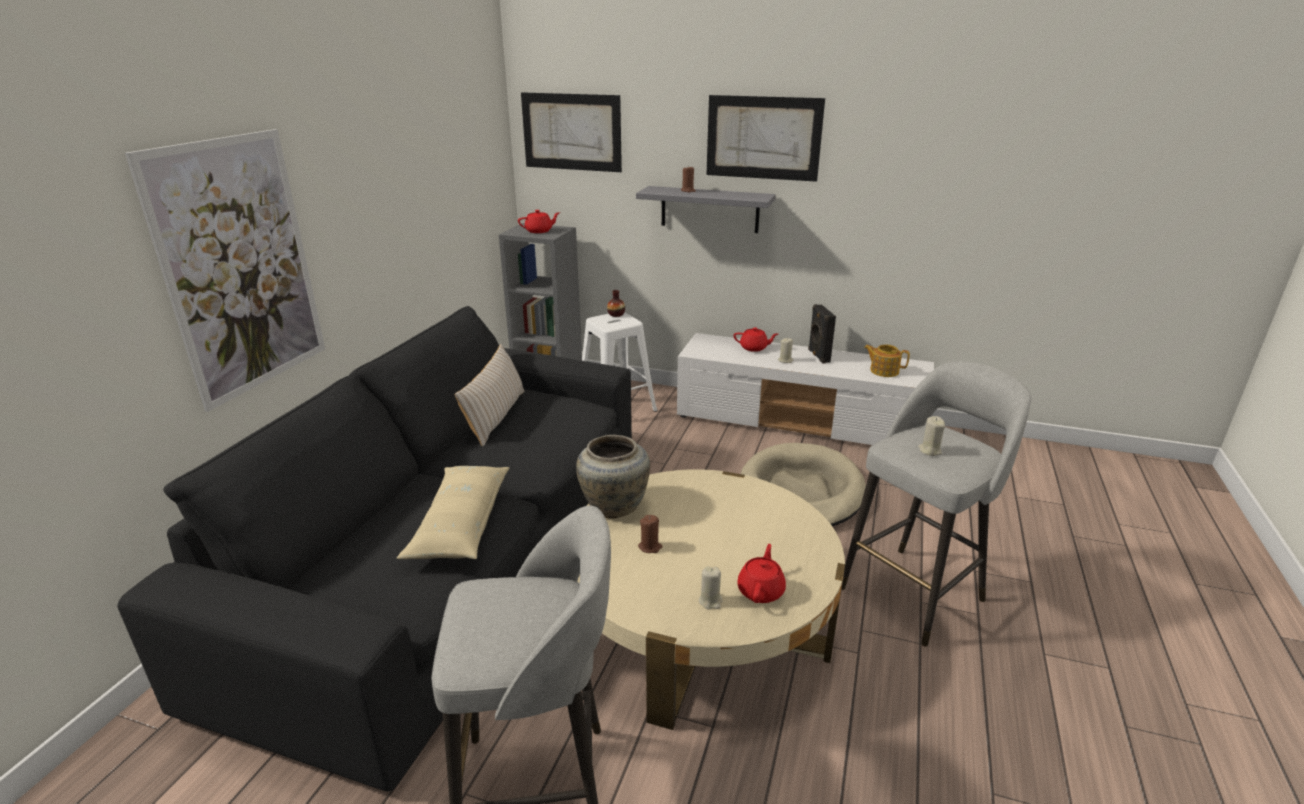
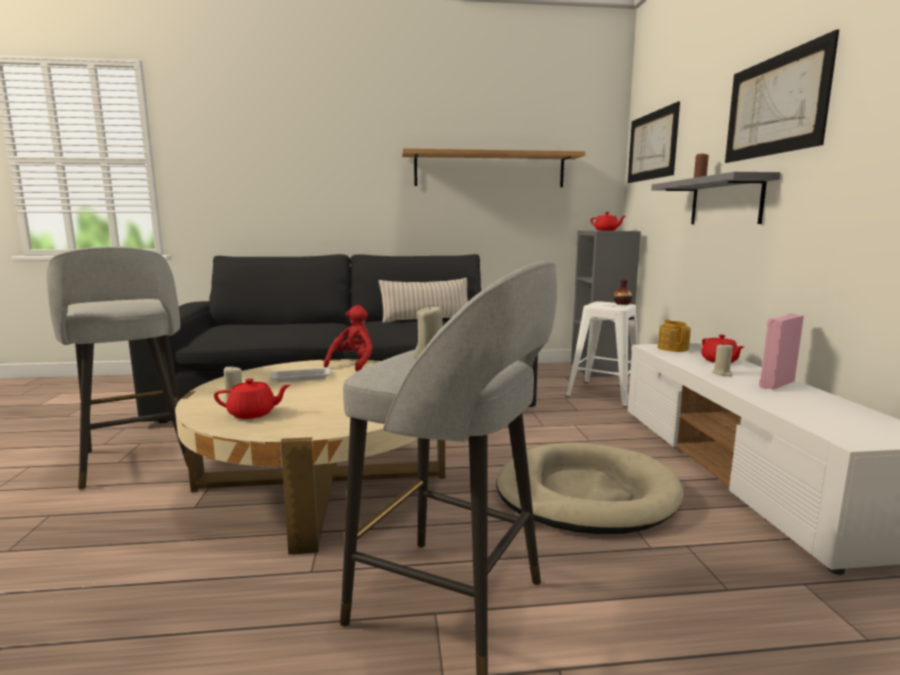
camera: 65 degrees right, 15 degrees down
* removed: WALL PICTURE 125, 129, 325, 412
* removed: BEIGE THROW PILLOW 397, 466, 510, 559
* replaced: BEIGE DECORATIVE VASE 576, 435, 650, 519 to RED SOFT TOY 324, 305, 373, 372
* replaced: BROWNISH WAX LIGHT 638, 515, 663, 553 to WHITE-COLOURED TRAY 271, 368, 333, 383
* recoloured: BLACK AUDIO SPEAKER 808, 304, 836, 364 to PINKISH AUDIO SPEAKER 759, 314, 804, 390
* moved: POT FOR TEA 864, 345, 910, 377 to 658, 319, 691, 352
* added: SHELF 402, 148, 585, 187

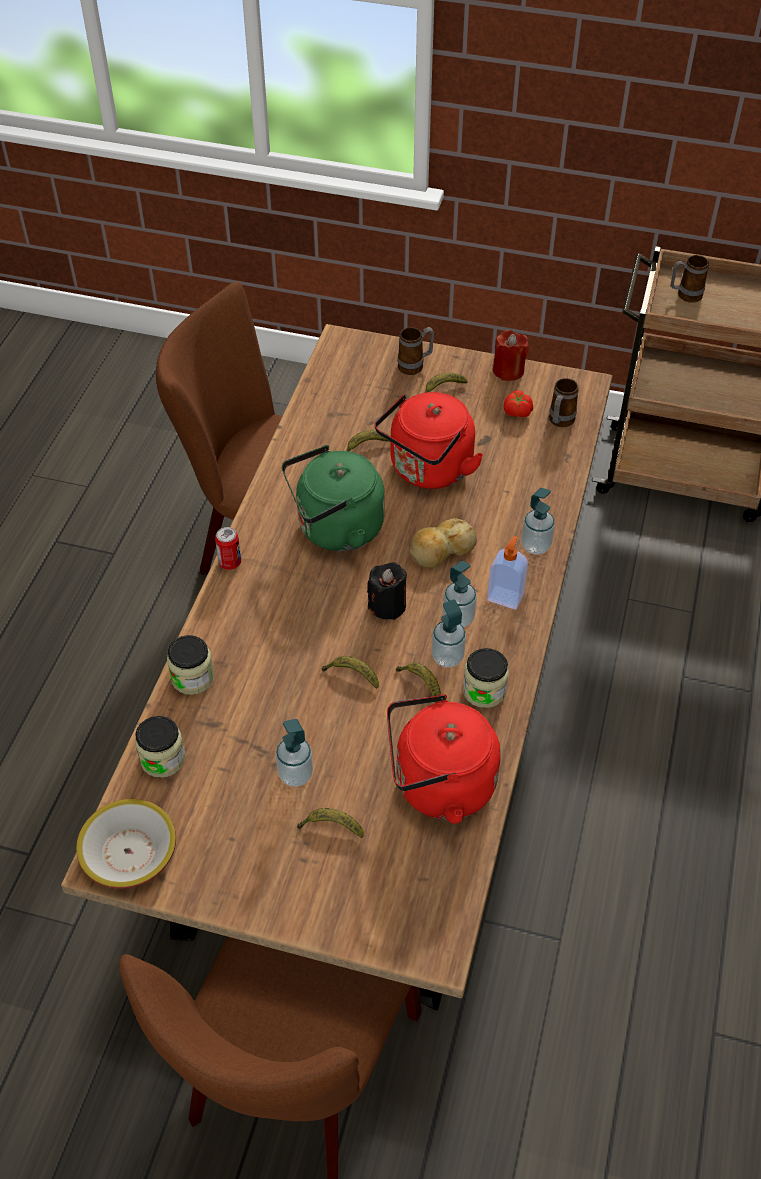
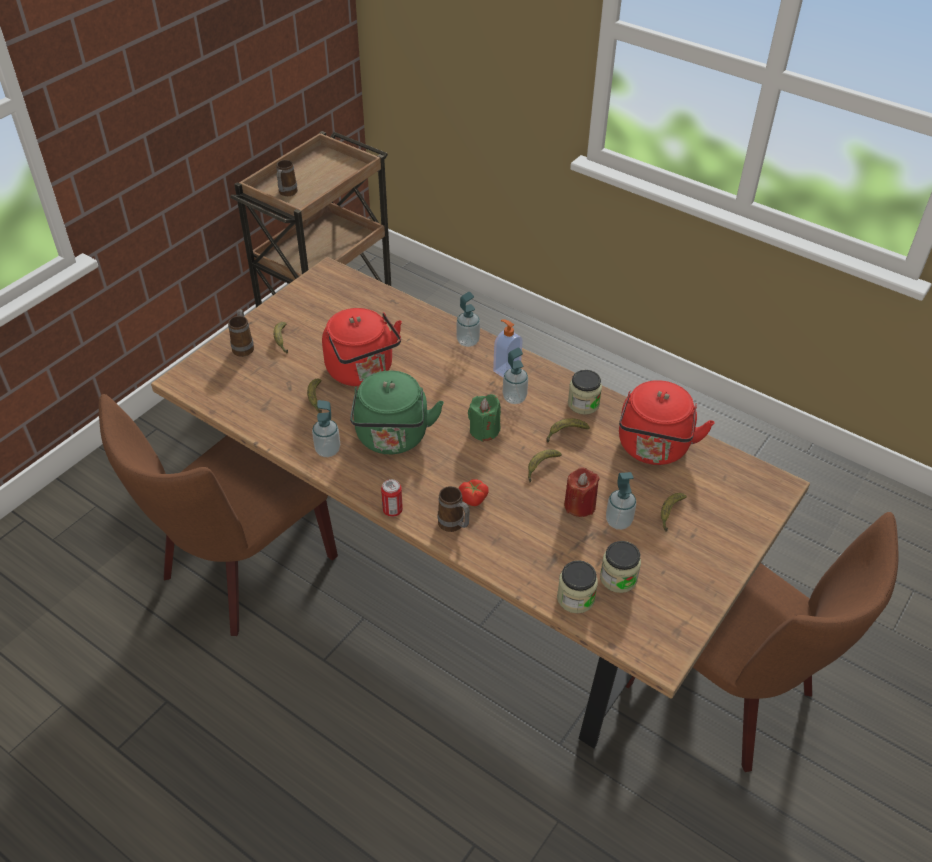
camera: 70 degrees left, 5 degrees down
* removed: SERVING BOWL 76, 799, 176, 889
* moved: STORAGE JAR 167, 635, 215, 695 to 600, 541, 641, 593
* recoloured: BLACK WAX LIGHT 367, 562, 407, 620 to GREEN-COLOURED WAX LIGHT 468, 394, 501, 442
* removed: BAKED BREAD 410, 518, 477, 568
* moved: SOAP BOTTLE 431, 600, 466, 668 to 312, 400, 340, 457
* moved: RED WAX LIGHT 493, 330, 529, 381 to 564, 467, 600, 517
* moved: FRESH TOMATO 504, 390, 533, 417 to 458, 479, 489, 506
* moved: TEA MUG 549, 378, 579, 427 to 438, 486, 470, 532

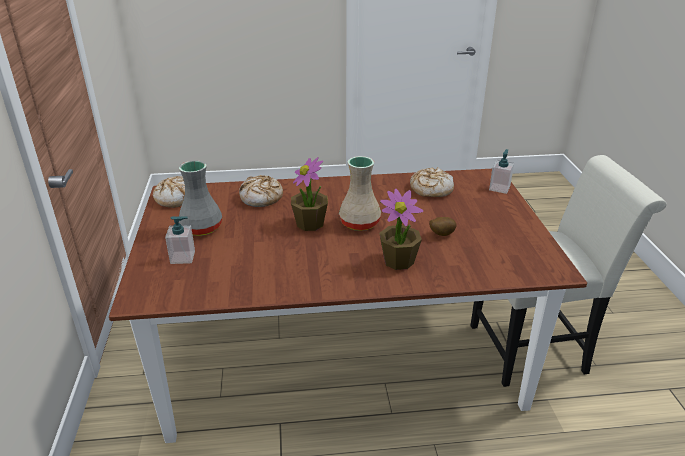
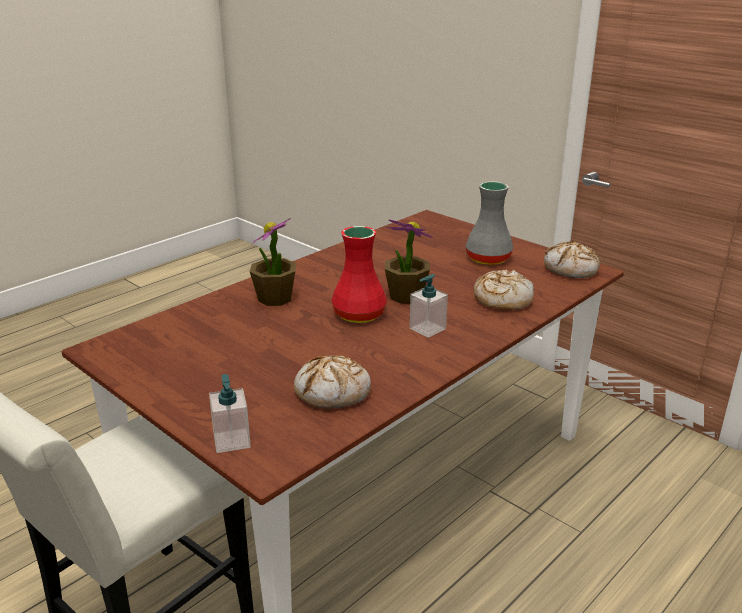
camera: 140 degrees right, 5 degrees down
* moved: SOAP BOTTLE 165, 216, 195, 264 to 410, 274, 448, 338
* recoloured: BEIGE DECORATIVE VASE 339, 156, 381, 231 to RED DECORATIVE VASE 331, 226, 387, 323
* removed: POTATO 430, 217, 457, 236

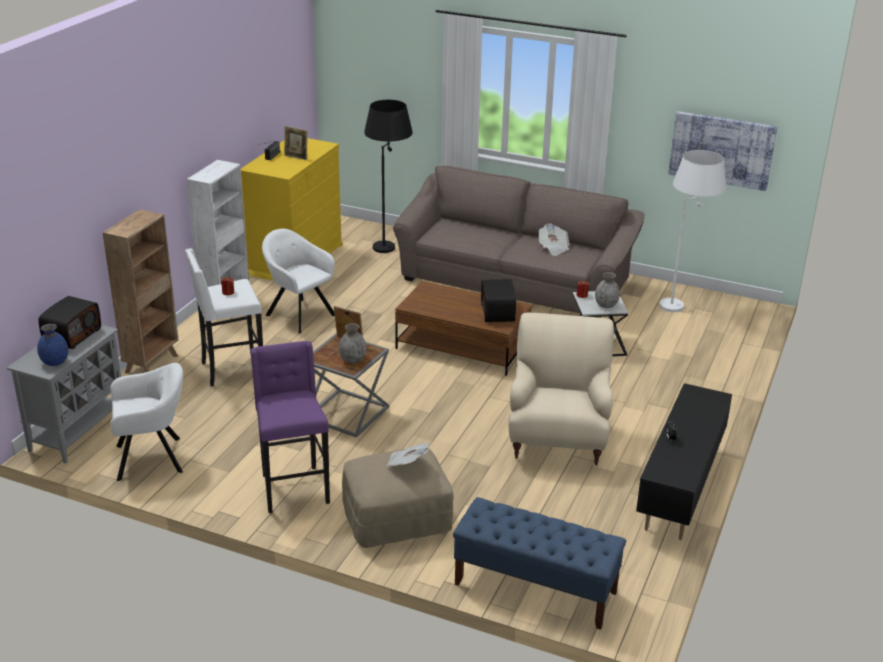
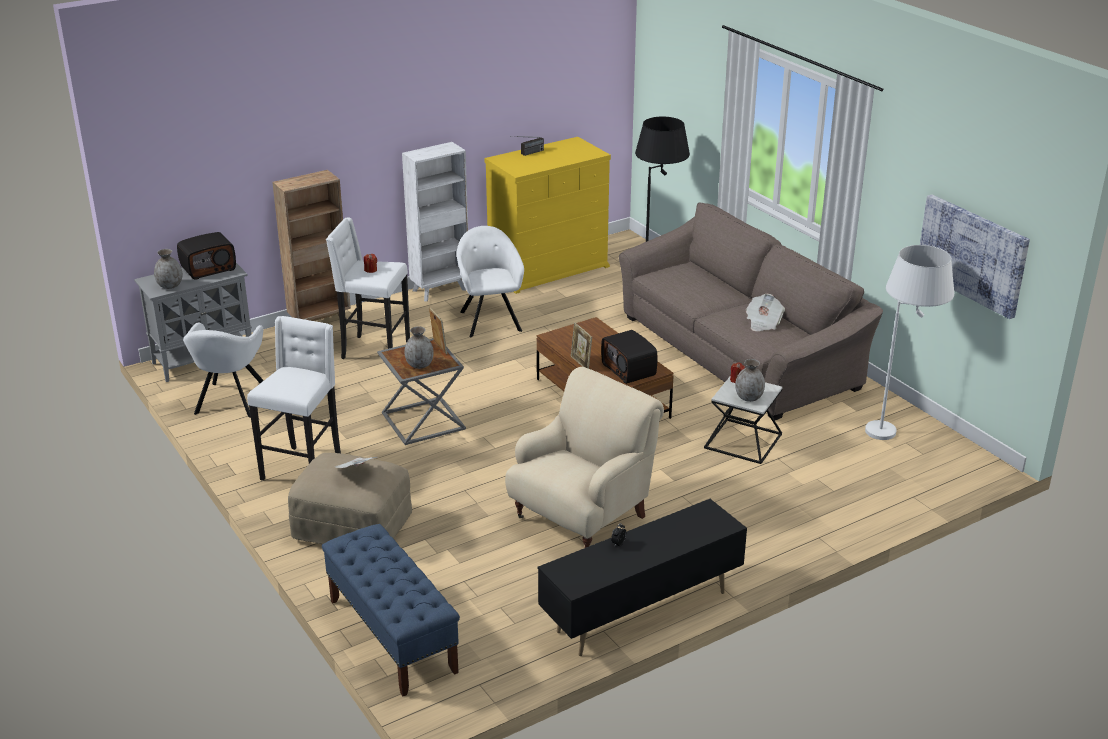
camera: 35 degrees right, 0 degrees up
* recoloured: BLUE DECORATIVE VASE 37, 324, 68, 366 to GREYISH DECORATIVE VASE 154, 249, 182, 289
* turned: WHITE-COLOURED LOUNGE CHAIR 110, 363, 183, 481 = 183, 323, 264, 418 75 degrees clockwise
* recoloured: PURPLE STOOL SEAT 250, 341, 330, 513 to WHITE-COLOURED STOOL SEAT 247, 316, 341, 481
* moved: STANDING FRAME 284, 126, 308, 160 to 571, 323, 592, 369
* turned: RADIO 481, 279, 516, 322 = 601, 330, 657, 384 60 degrees counterclockwise

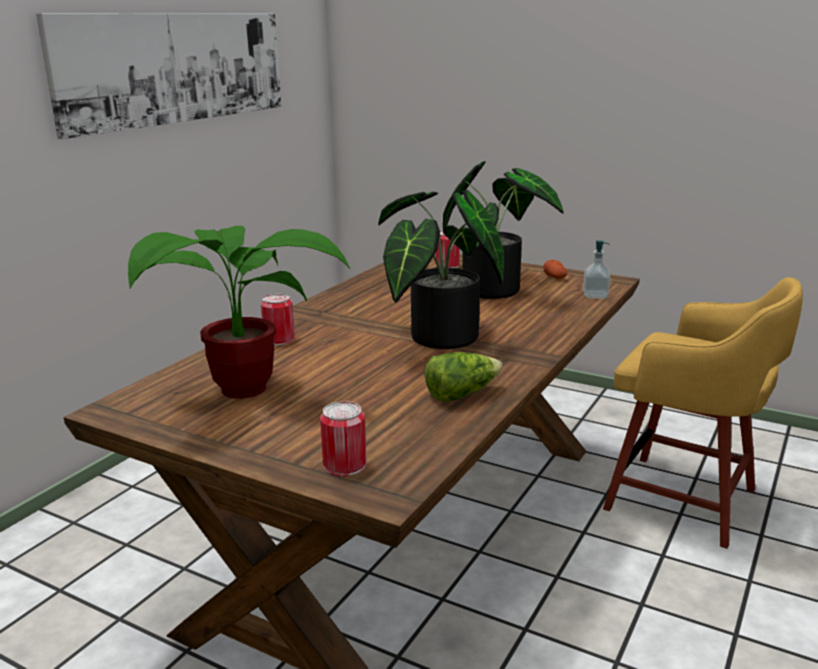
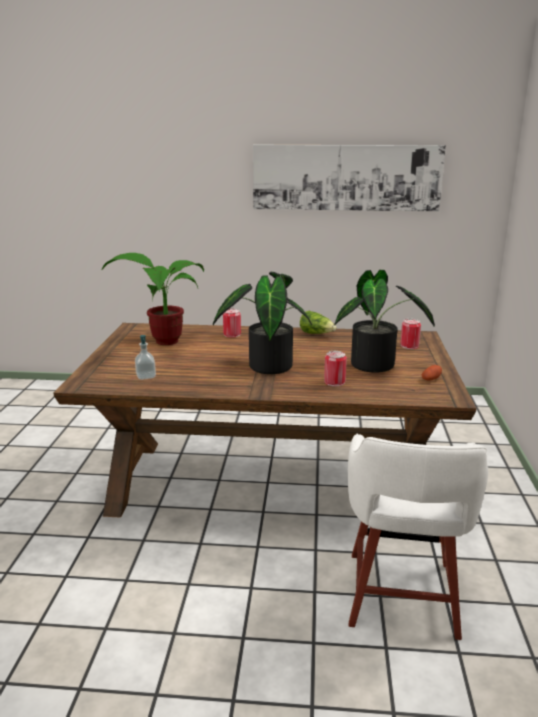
camera: 65 degrees right, 0 degrees up
* moved: SEALED CAN 320, 401, 367, 476 to 324, 351, 347, 386
* moved: LETTUCE 425, 352, 502, 402 to 300, 311, 337, 334
* moved: SOAP BOTTLE 583, 240, 610, 299 to 135, 335, 156, 380
* recoloured: YELLOW STOOL SEAT 603, 277, 803, 549 to WHITE-COLOURED STOOL SEAT 348, 434, 488, 640

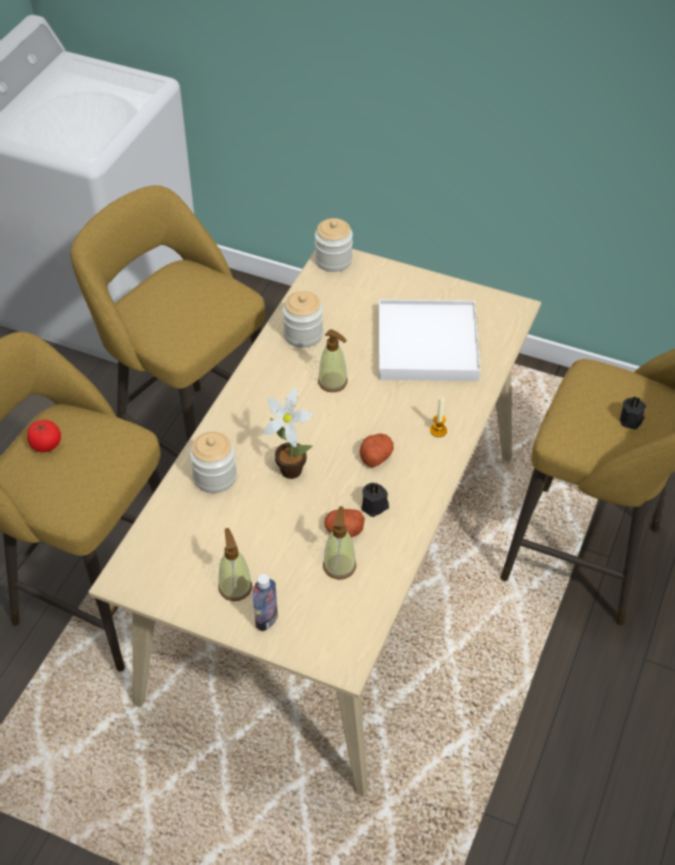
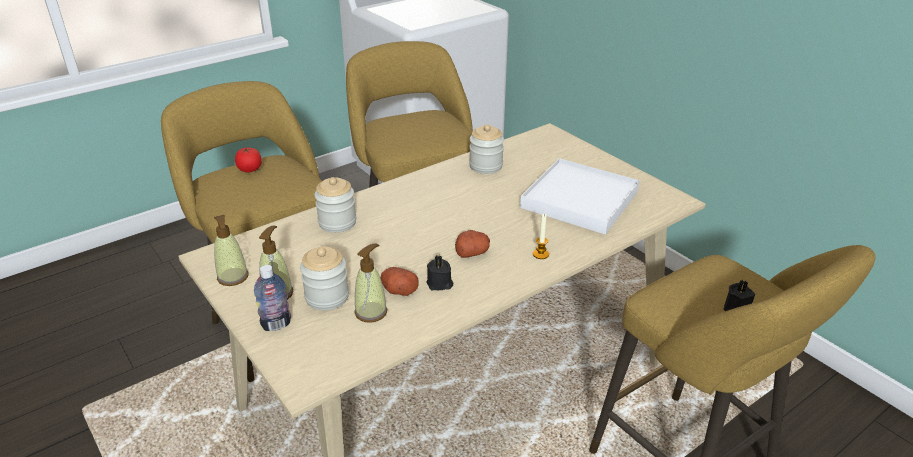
camera: 30 degrees right, 15 degrees down
* removed: POTTED PLANT 264, 387, 314, 479
* moved: STORAGE JAR 315, 218, 353, 272 to 300, 247, 349, 310
* moved: SOAP BOTTLE 318, 329, 347, 392 to 214, 215, 248, 286

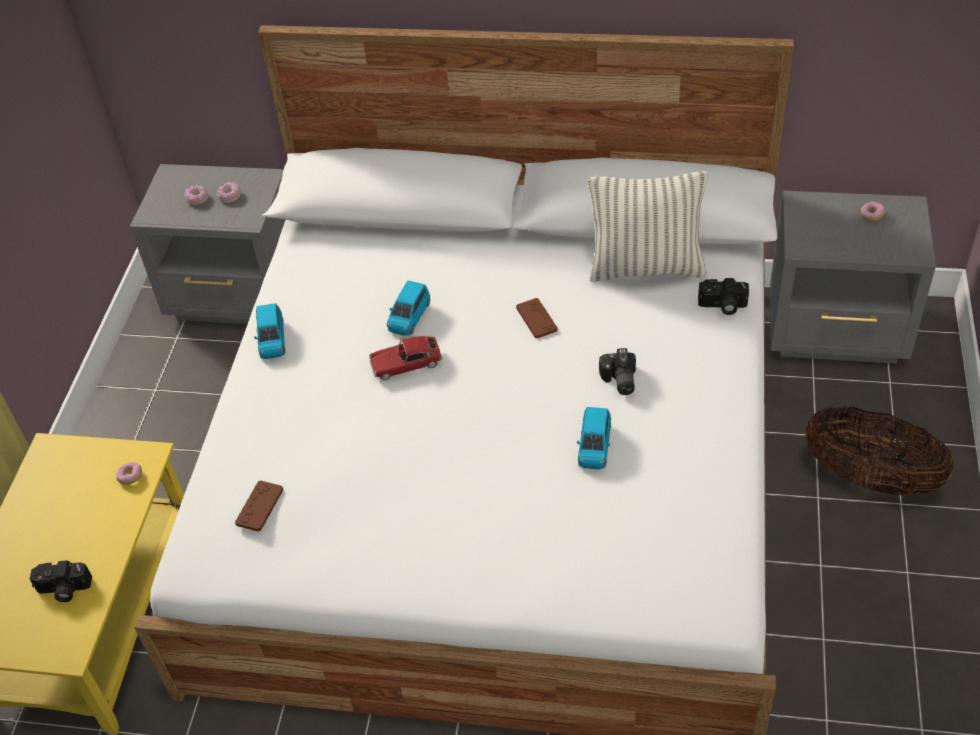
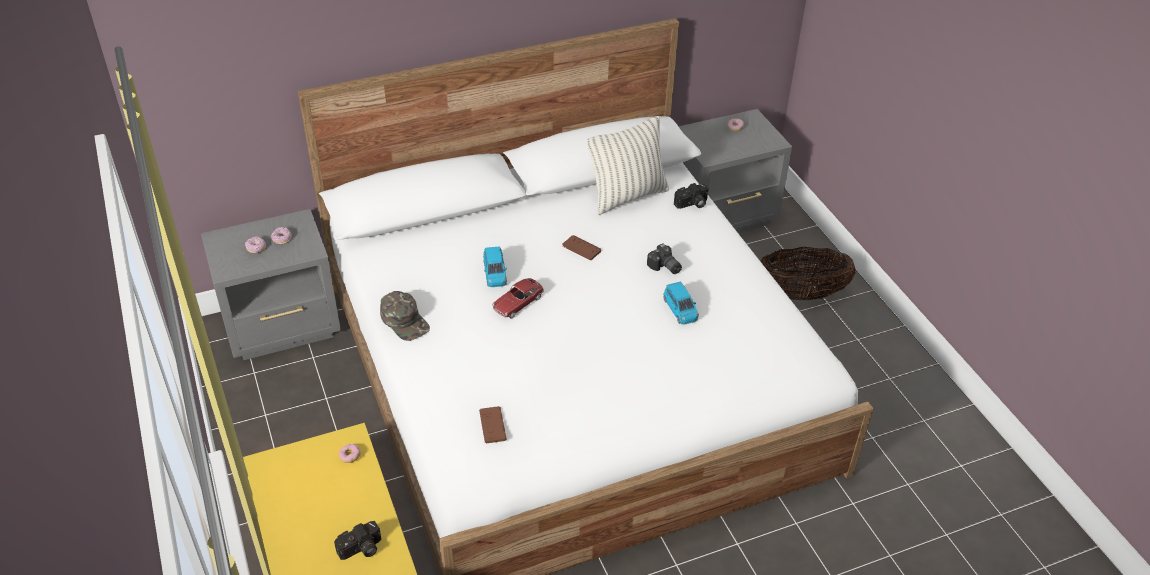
camera: 35 degrees left, 5 degrees down
* replaced: BLUE MODEL CAR 254, 303, 285, 359 to GREEN-COLOURED PEAKED CAP 380, 291, 430, 341

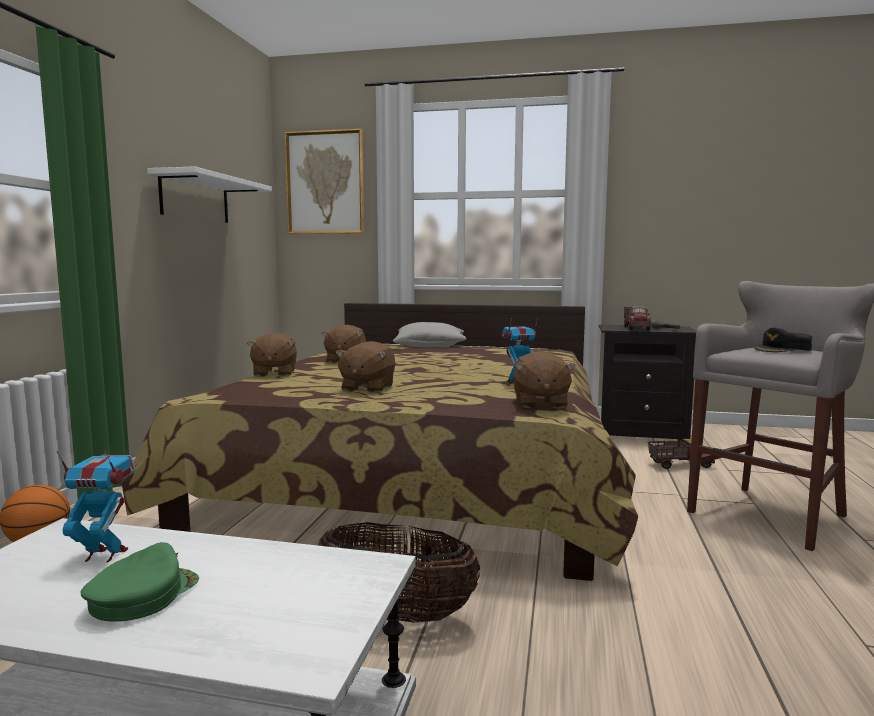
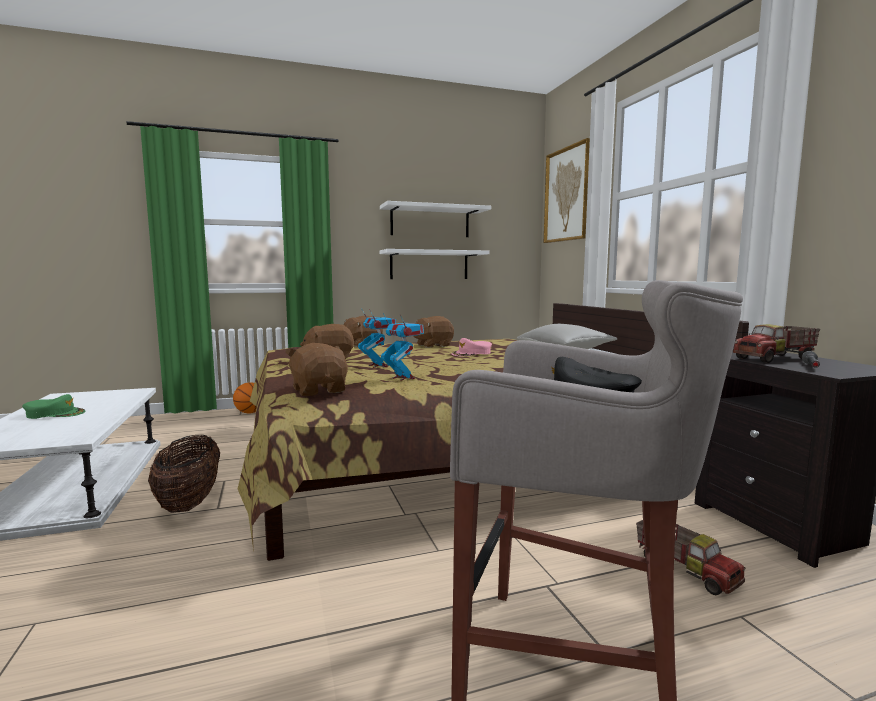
camera: 60 degrees right, 0 degrees up
* moved: TOY ROBOT 56, 450, 136, 562 to 358, 308, 396, 368
* turned: BROWNISH SOFT TOY 513, 351, 575, 408 = 285, 343, 348, 396 90 degrees clockwise
* added: WHITE-COLOURED SHELF 379, 249, 490, 279
* added: PINKISH PEAKED CAP 452, 338, 492, 356

